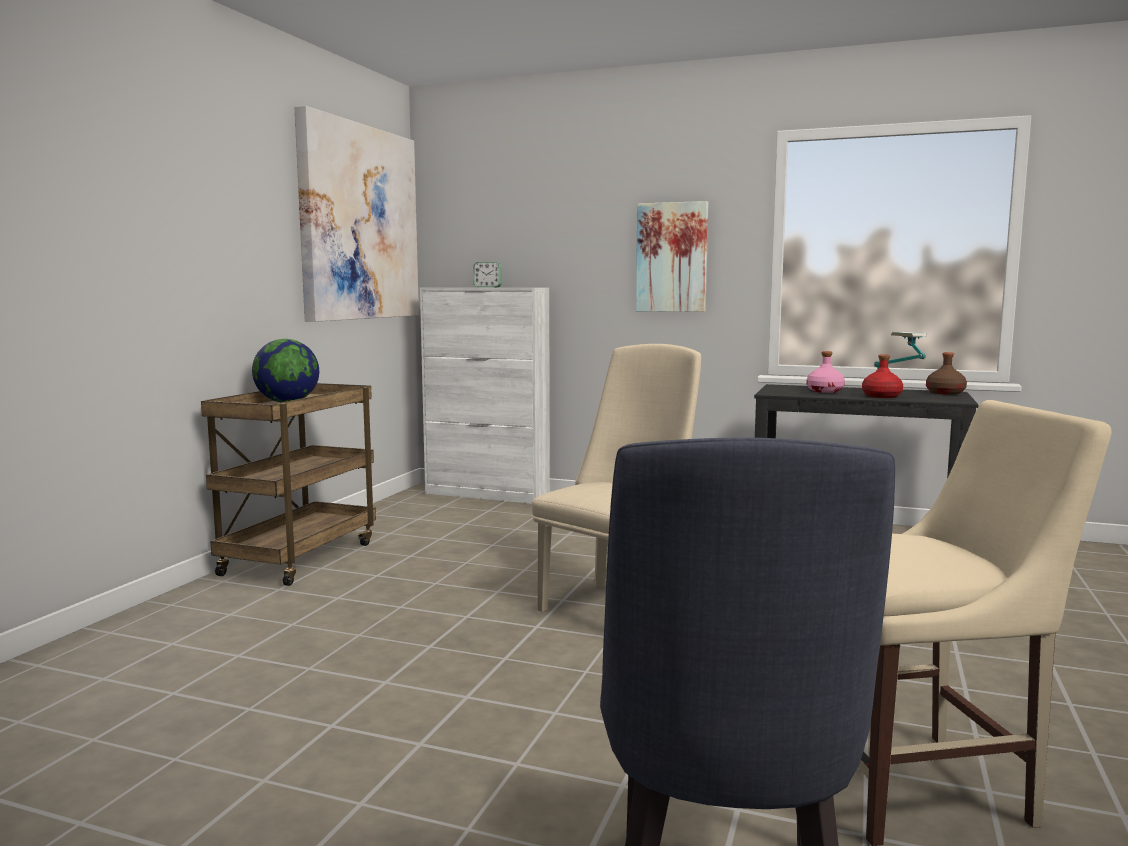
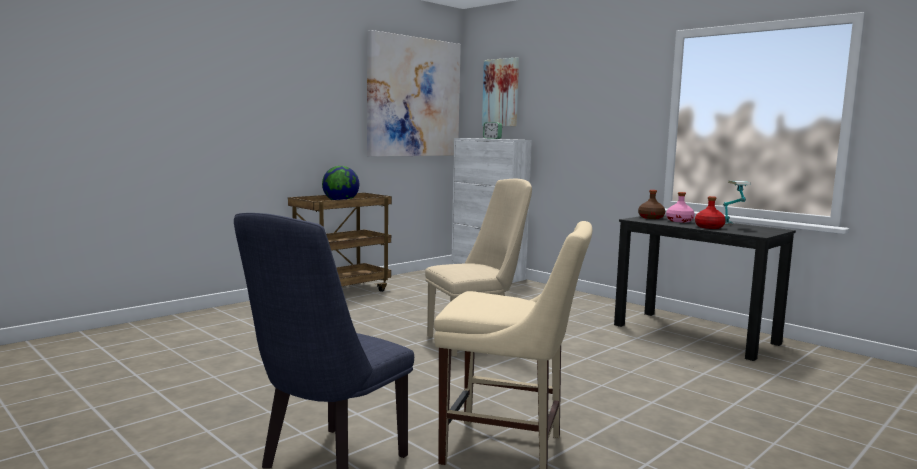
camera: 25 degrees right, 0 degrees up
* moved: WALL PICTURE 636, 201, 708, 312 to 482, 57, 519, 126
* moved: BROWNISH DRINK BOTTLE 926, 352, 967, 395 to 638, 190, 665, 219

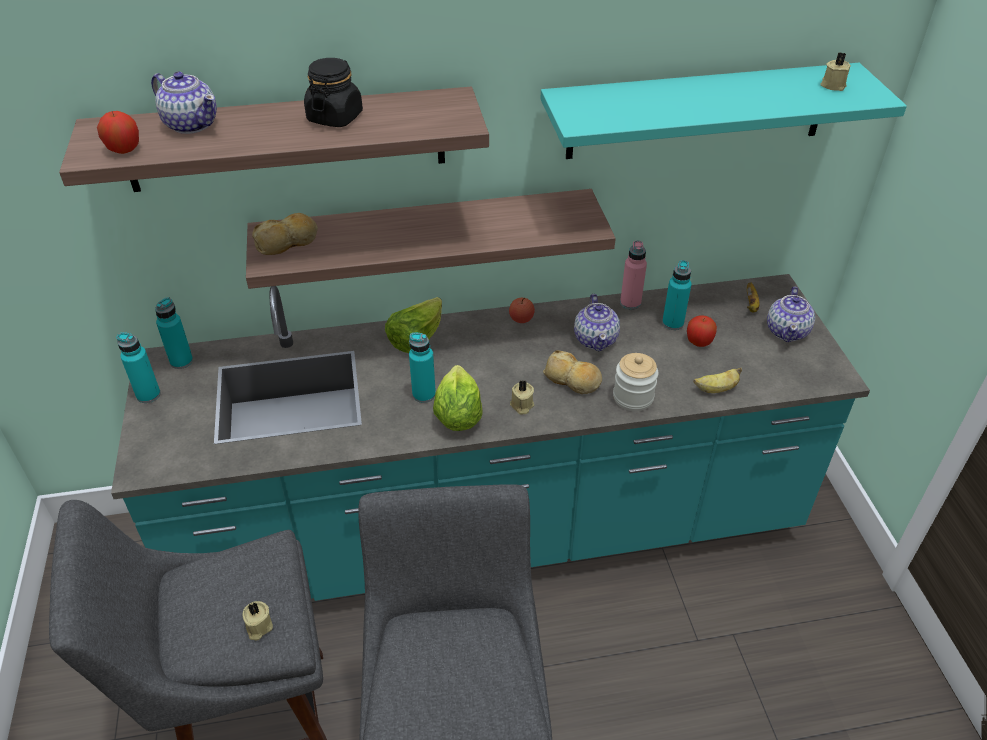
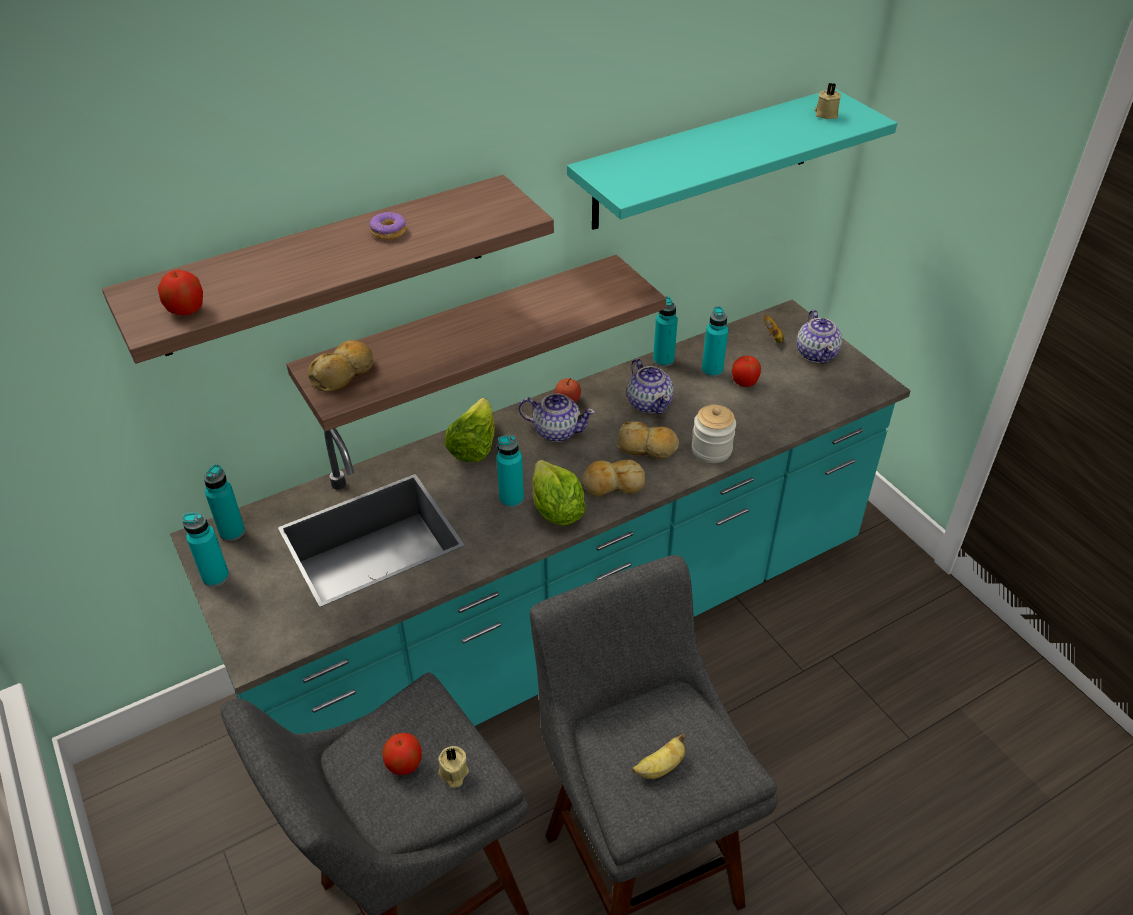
camera: 20 degrees left, 0 degrees up
* moved: POT FOR TEA 151, 71, 217, 134 to 519, 393, 595, 442
* replaced: BLACK STORAGE JAR 304, 58, 363, 127 to RING DOUGHNUT 369, 212, 407, 240
* replaced: BEIGE WAX LIGHT 510, 380, 534, 414 to BAKED BREAD 581, 460, 645, 497
* recoloured: PINKISH DRINK BOTTLE 620, 241, 647, 310 to TURQUOISE DRINK BOTTLE 653, 296, 678, 367
* moved: WHOLE BANANA 694, 368, 742, 393 to 632, 734, 685, 779
* added: APPLE 383, 733, 422, 775

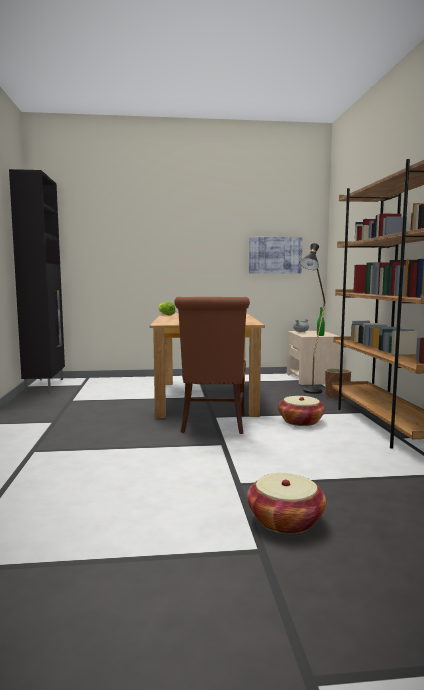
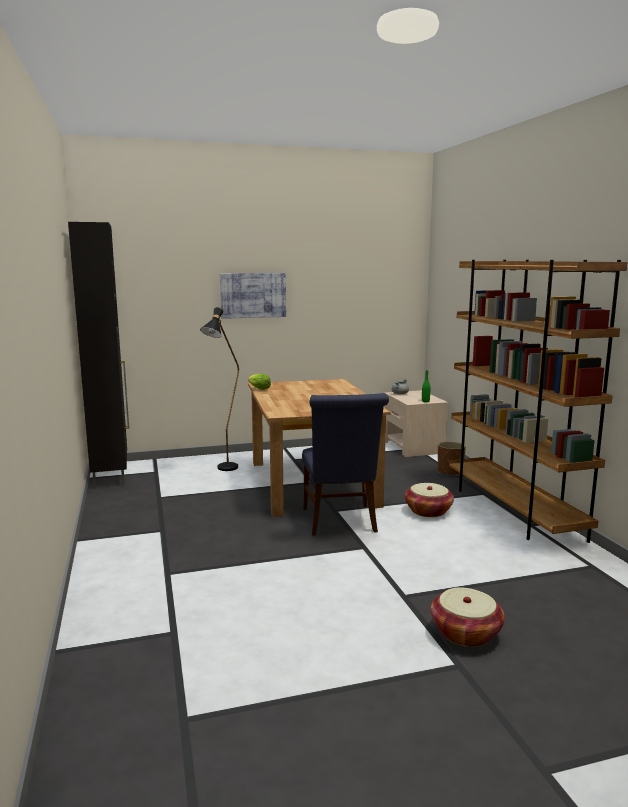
camera: 10 degrees left, 5 degrees up
* recoloured: BROWNISH PLAIN CHAIR 174, 297, 250, 434 to BLUE PLAIN CHAIR 302, 393, 389, 536
* moved: WALL PICTURE 249, 237, 303, 274 to 220, 273, 286, 319
* moved: BLACK STANDARD LAMP 300, 243, 325, 394 to 200, 307, 239, 471

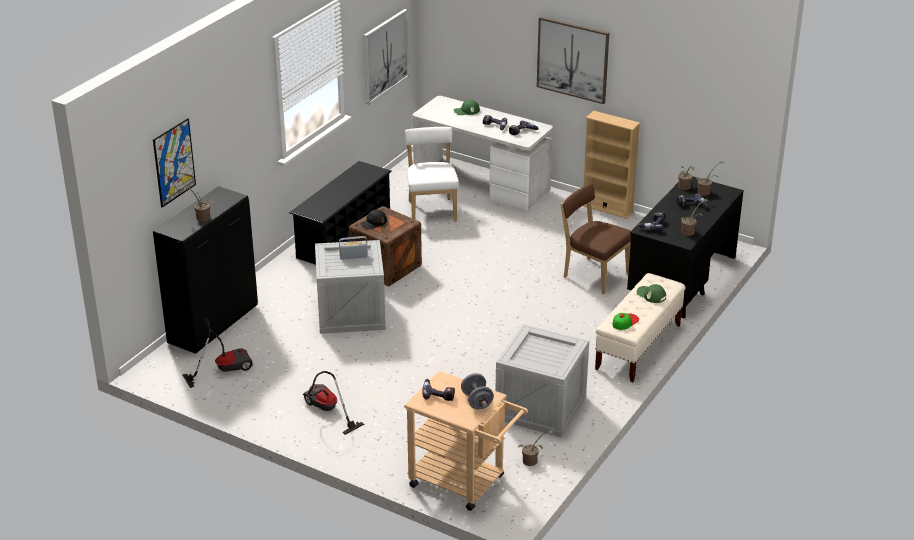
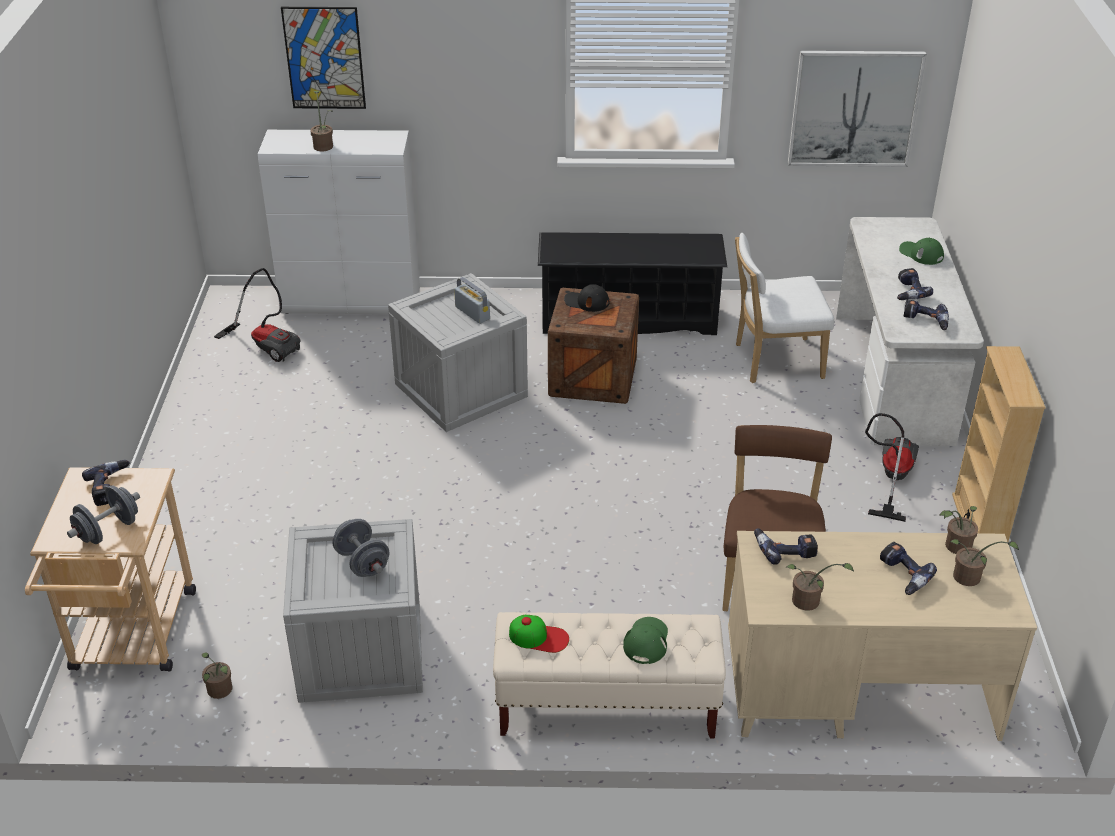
camera: 60 degrees right, 5 degrees up
* recoloured: BLACK CUPBOARD 153, 186, 258, 354 to WHITE-COLOURED CUPBOARD 258, 130, 420, 314
* moved: VACUUM 303, 371, 364, 435 to 865, 413, 919, 522
* turned: WHITE-COLOURED PLAIN CHAIR 405, 127, 459, 222 = 735, 233, 834, 383 150 degrees counterclockwise
* removed: WALL PICTURE 537, 16, 609, 104
* recoloured: BLACK DESK TABLE 627, 176, 744, 318 to BEIGE DESK TABLE 728, 531, 1037, 741
* added: GREYISH DUMBBELL 332, 519, 389, 577

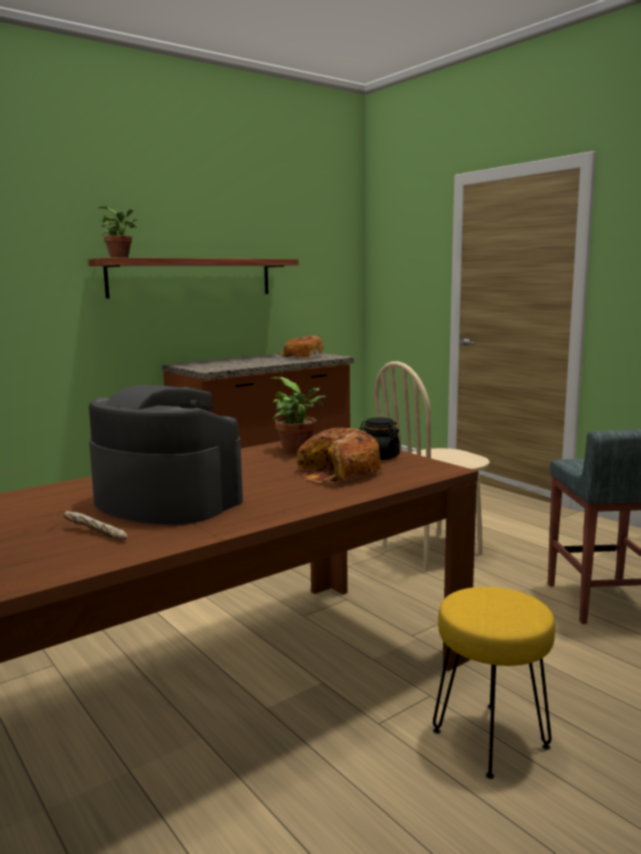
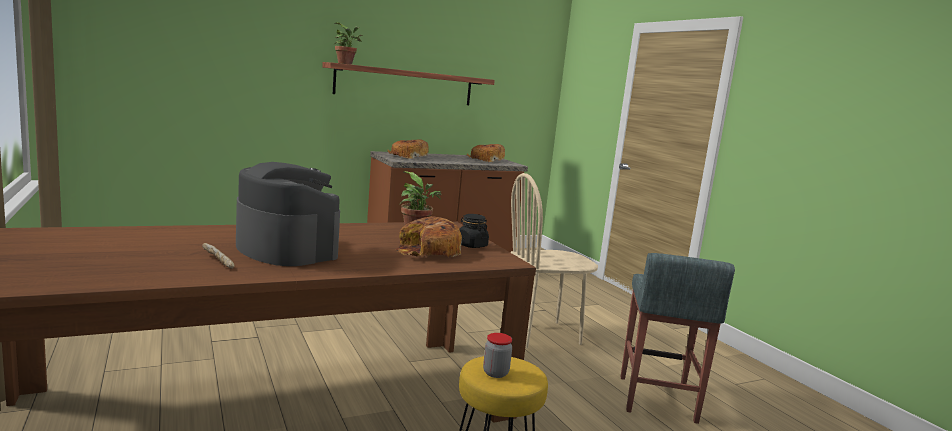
camera: 10 degrees right, 0 degrees up
* added: BAKED BREAD 387, 139, 429, 159
* added: STORAGE JAR 483, 333, 512, 378

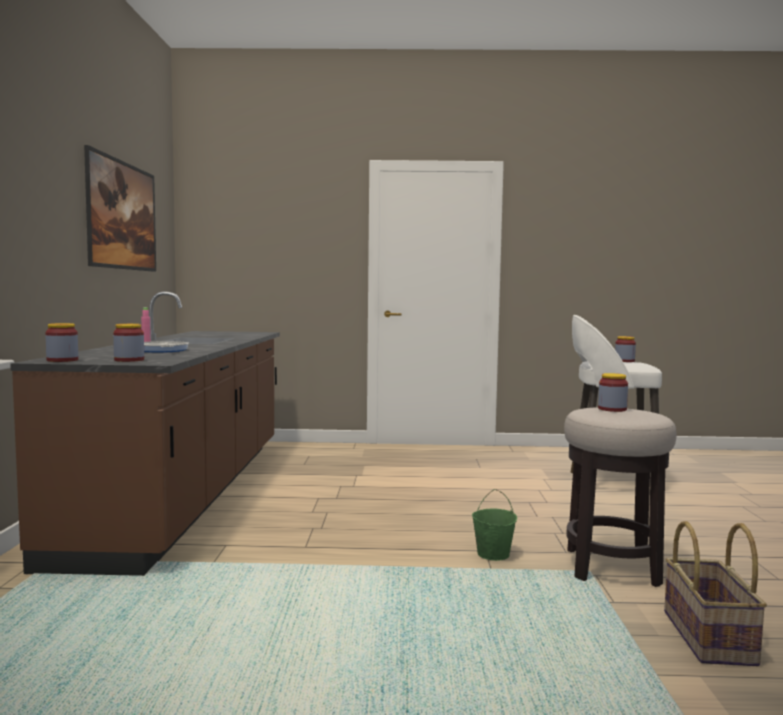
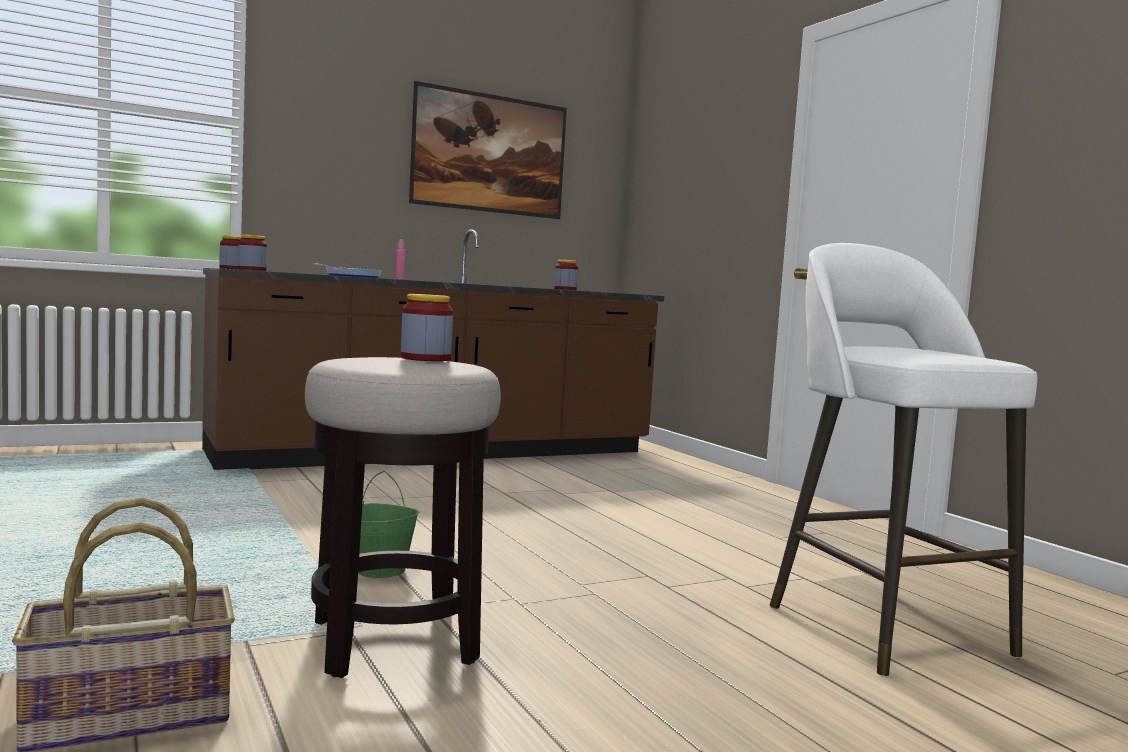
camera: 60 degrees right, 0 degrees up
* moved: STORAGE JAR 615, 336, 636, 362 to 554, 260, 578, 290

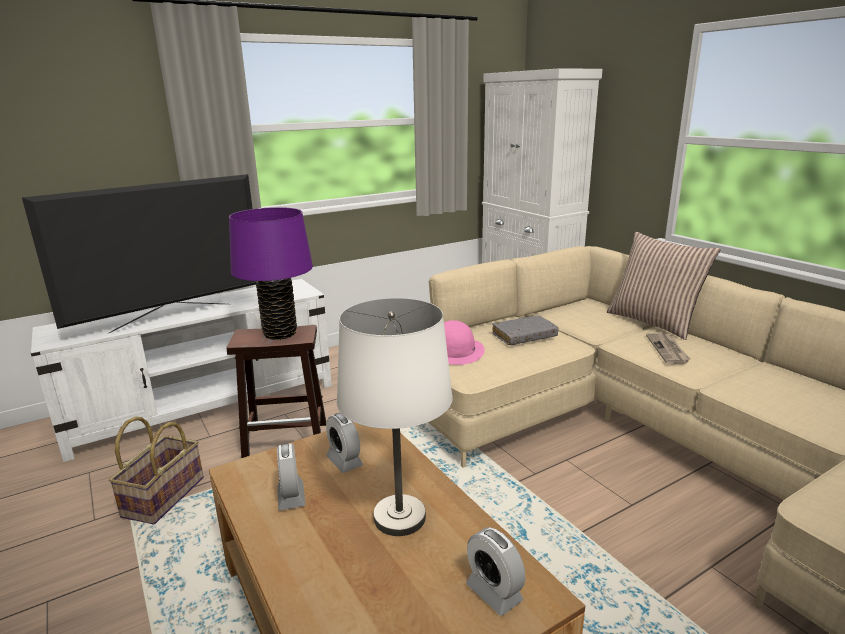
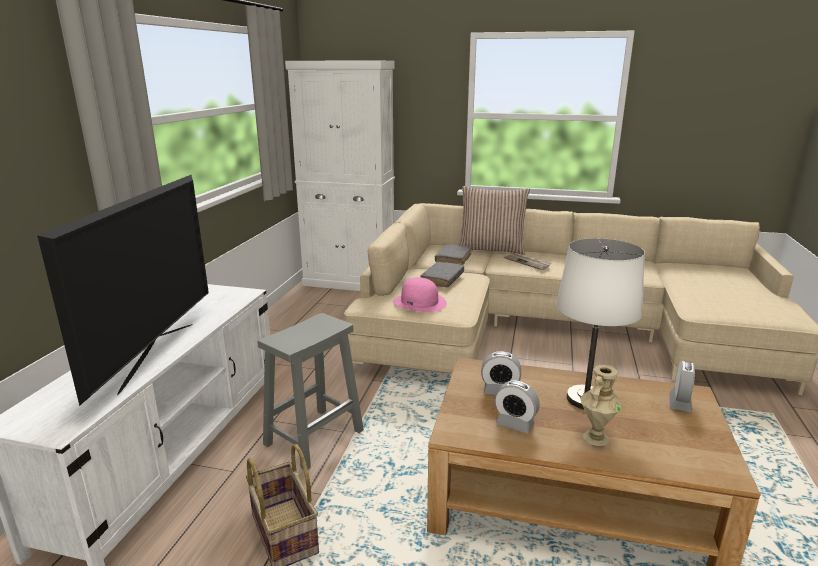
camera: 45 degrees left, 0 degrees up
* recoloured: BROWNISH STOOL SEAT 227, 325, 326, 458 to GREYISH STOOL SEAT 257, 313, 364, 469
* removed: PURPLE TABLE LAMP 229, 207, 313, 340
* turned: BEDSIDE CLOCK 466, 527, 525, 616 = 669, 361, 695, 412 75 degrees counterclockwise
* added: GREYISH VOLUME 435, 245, 472, 265
* added: BEIGE DECORATIVE VASE 580, 365, 623, 446

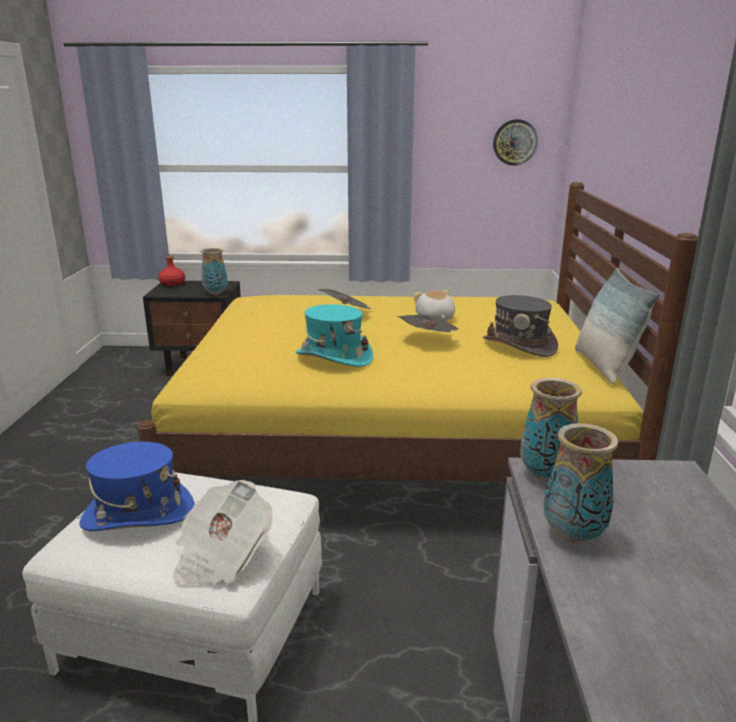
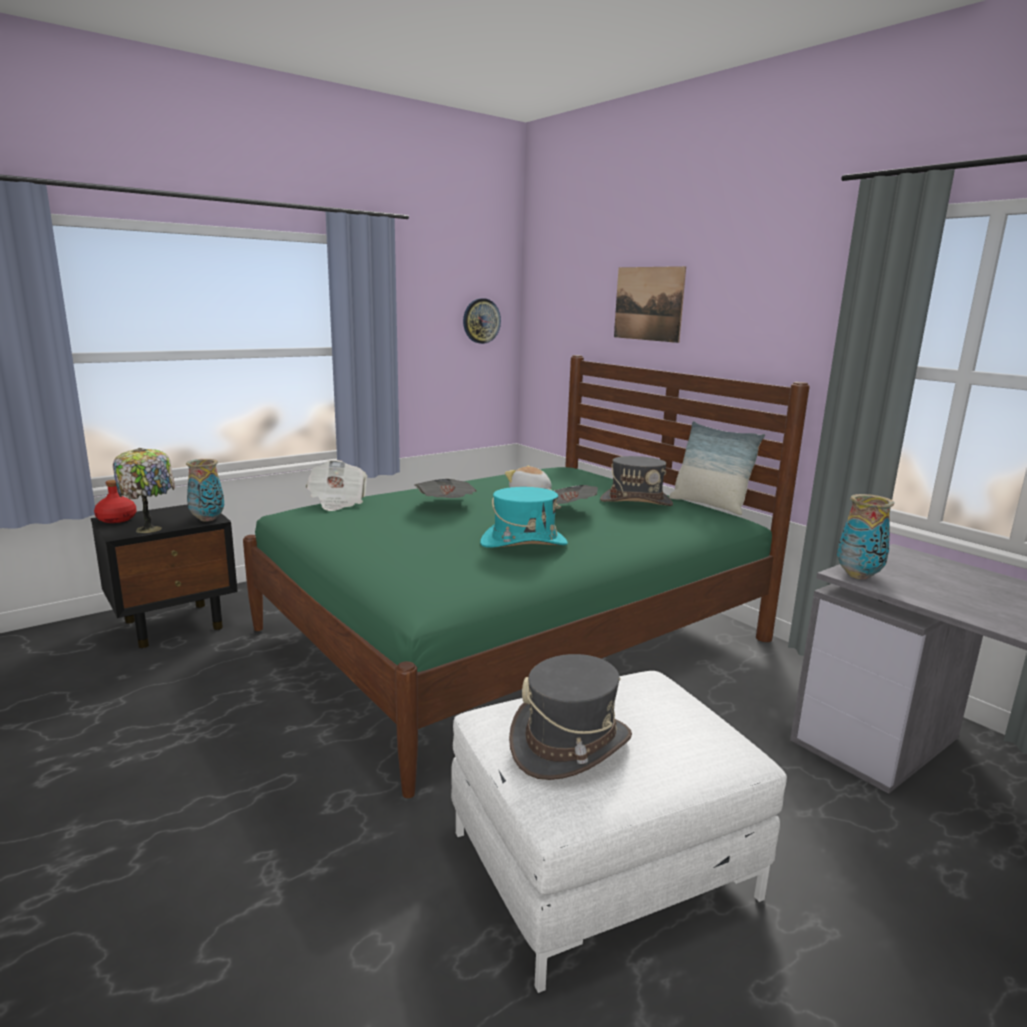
camera: 40 degrees left, 5 degrees down
* recoloured: BLUE WEARABLE HAT 79, 442, 195, 531 to GREYISH WEARABLE HAT 509, 654, 632, 780
* recoloured: YELLOW BED 138, 182, 698, 482 to GREEN-COLOURED BED 243, 355, 810, 798
* moved: PRINTED PAPER 173, 480, 273, 584 to 306, 460, 367, 511
* removed: DECORATIVE VASE 544, 423, 618, 544
* added: TABLE LAMP 113, 448, 175, 533
* added: WALL PICTURE 614, 266, 686, 343

